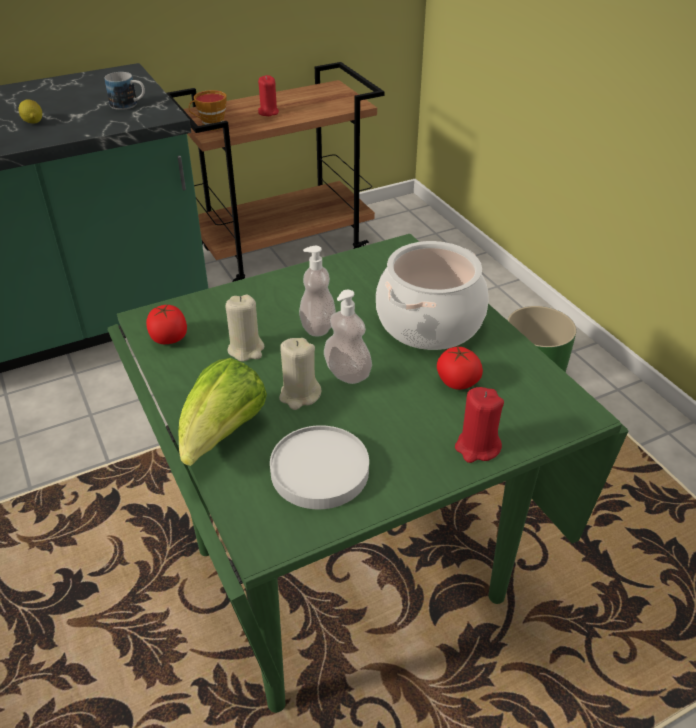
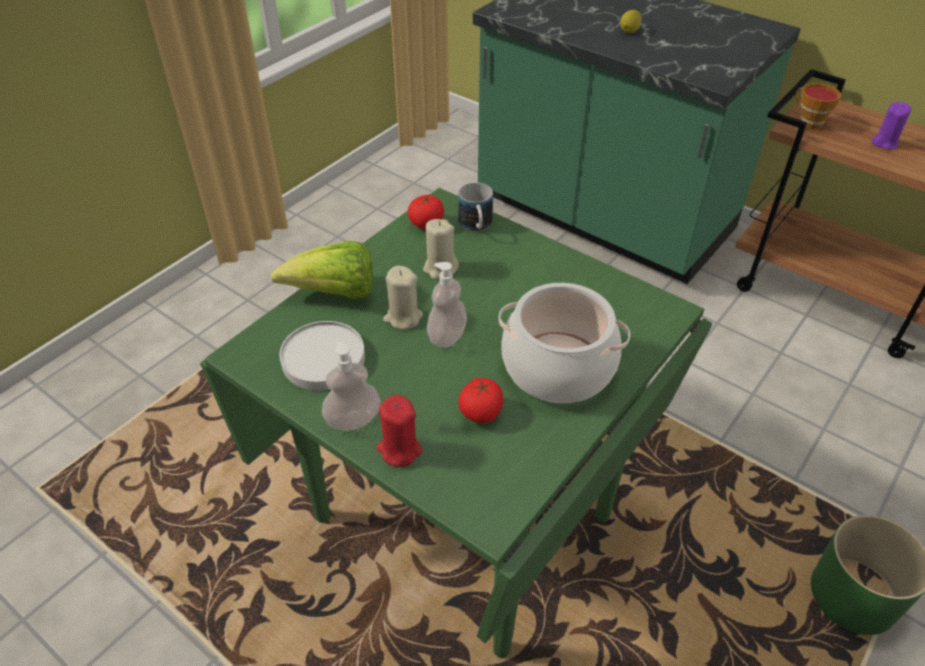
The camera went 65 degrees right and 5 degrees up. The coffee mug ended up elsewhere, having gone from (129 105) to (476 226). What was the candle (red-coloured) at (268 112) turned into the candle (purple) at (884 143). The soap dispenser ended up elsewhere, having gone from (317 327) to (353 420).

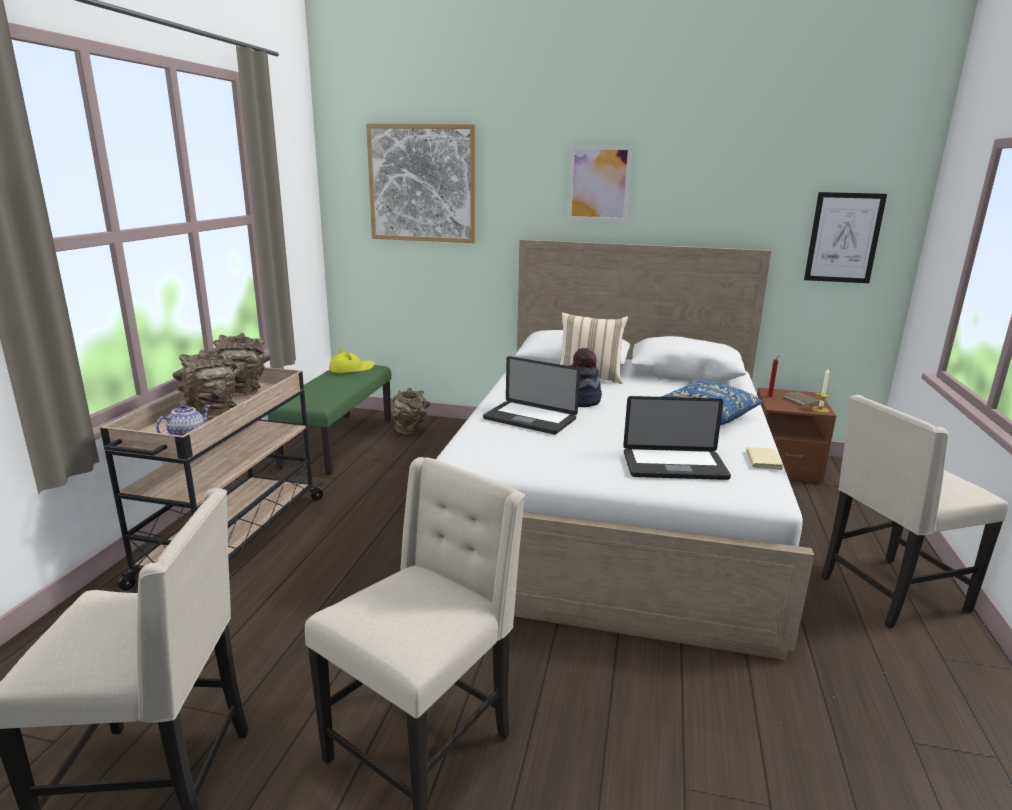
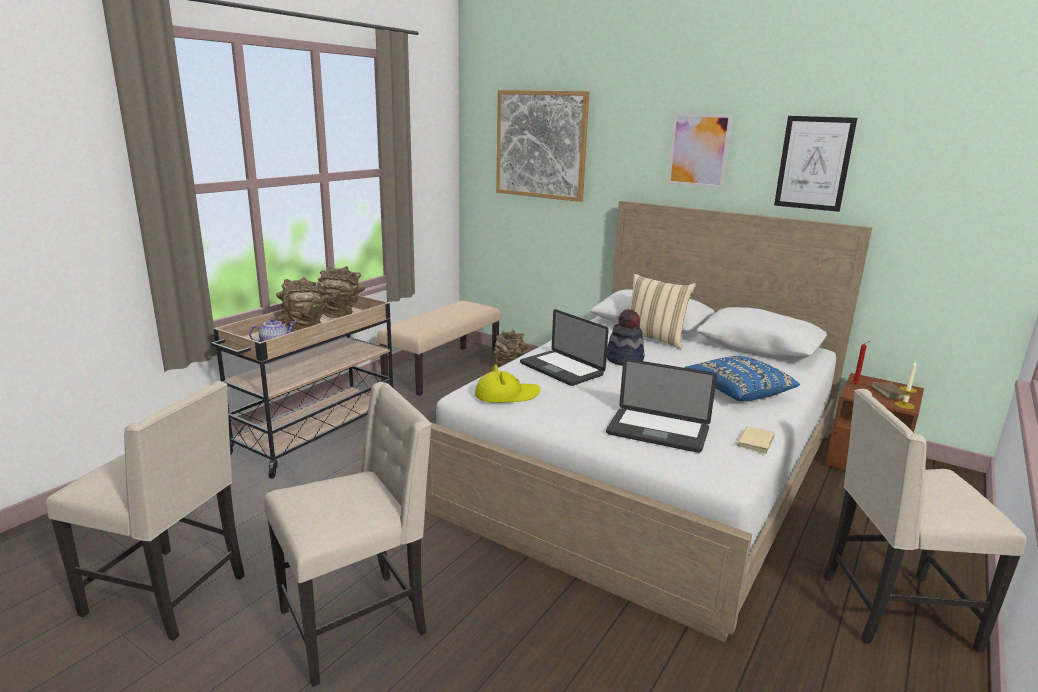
The camera went 20 degrees right and 0 degrees up. What was the long seat (green-coloured) at (338 442) turned into the long seat (sand-coloured) at (442 369). The wearable hat (yellowish) ended up elsewhere, having gone from (351 369) to (506 395). The wall picture ended up elsewhere, having gone from (843 238) to (814 163).

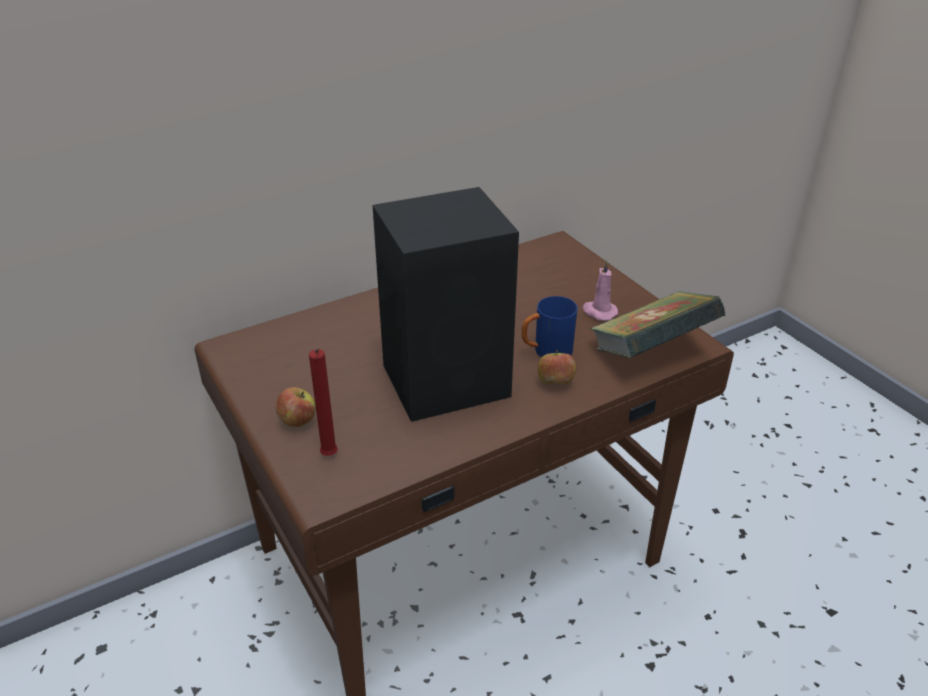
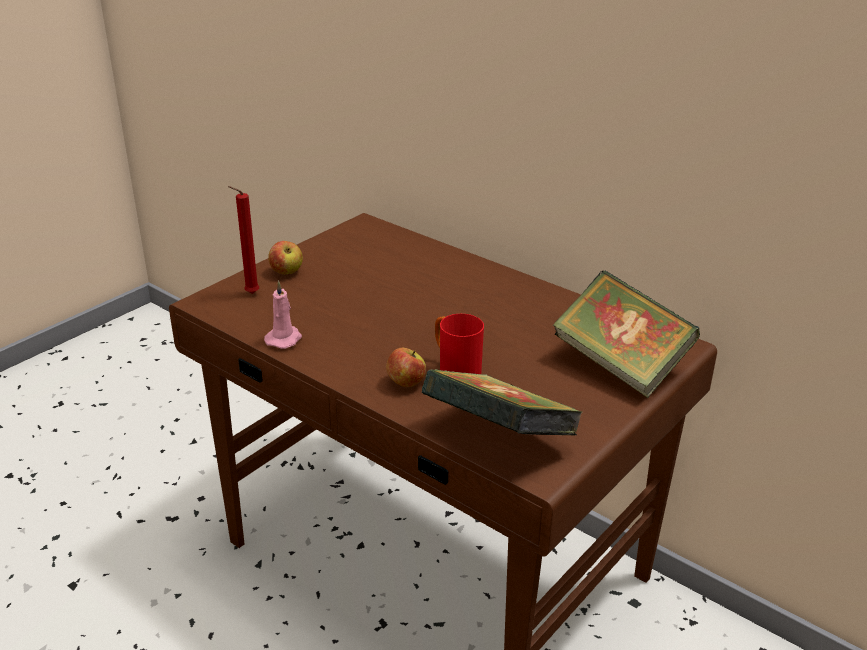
The camera went 70 degrees right and 5 degrees down. The second view lost the loudspeaker (blackish) at (449 380). What was the coffee mug (bluish) at (546 352) turned into the coffee mug (red-coloured) at (454 370). The candle (pinkish) ended up elsewhere, having gone from (599 312) to (284 339). The second view gained the volume at (620 365).

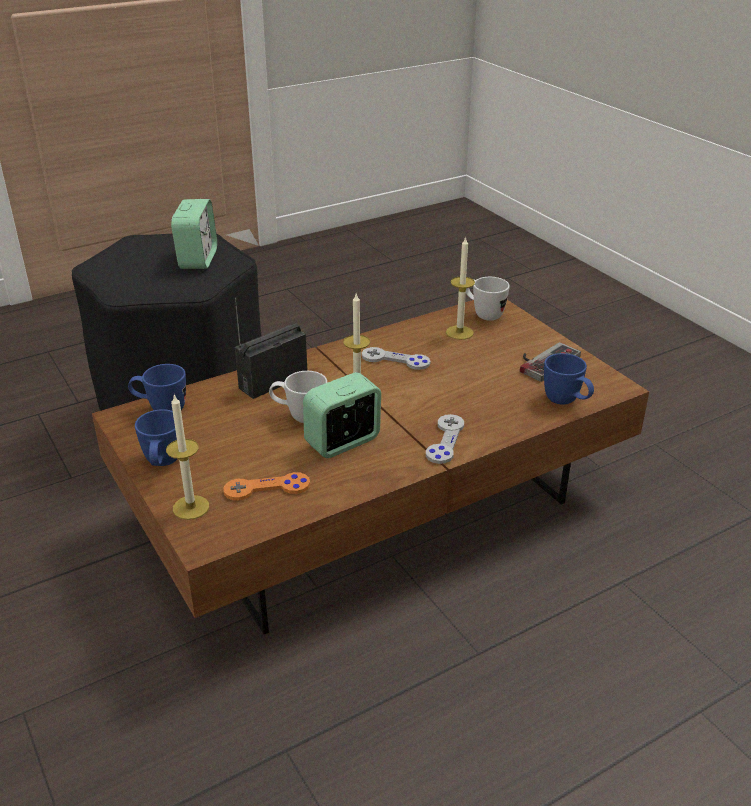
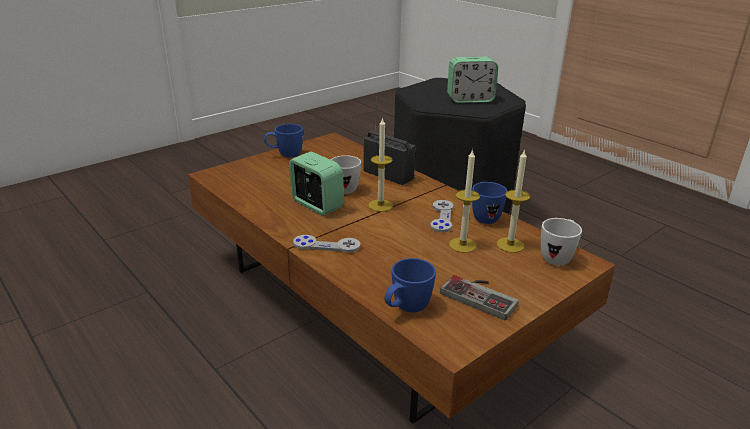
The camera went 80 degrees right and 5 degrees down. The coffee mug (bluish) ended up elsewhere, having gone from (161 410) to (484 216). The candle ended up elsewhere, having gone from (191 507) to (462 245). The second view lost the gamepad (orange-coloured) at (267 488).

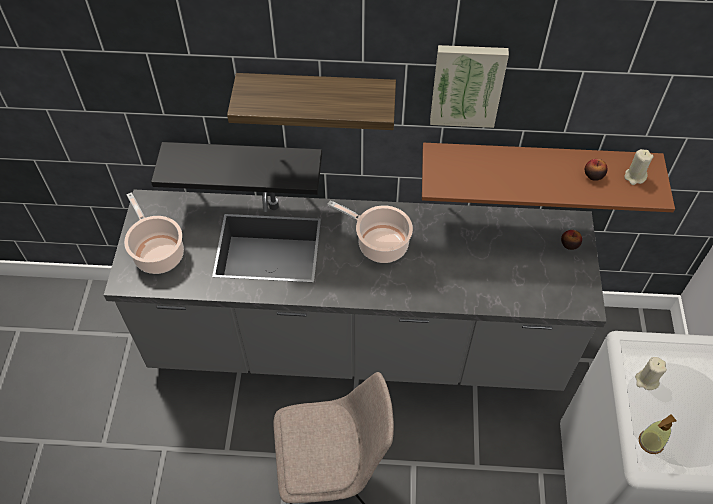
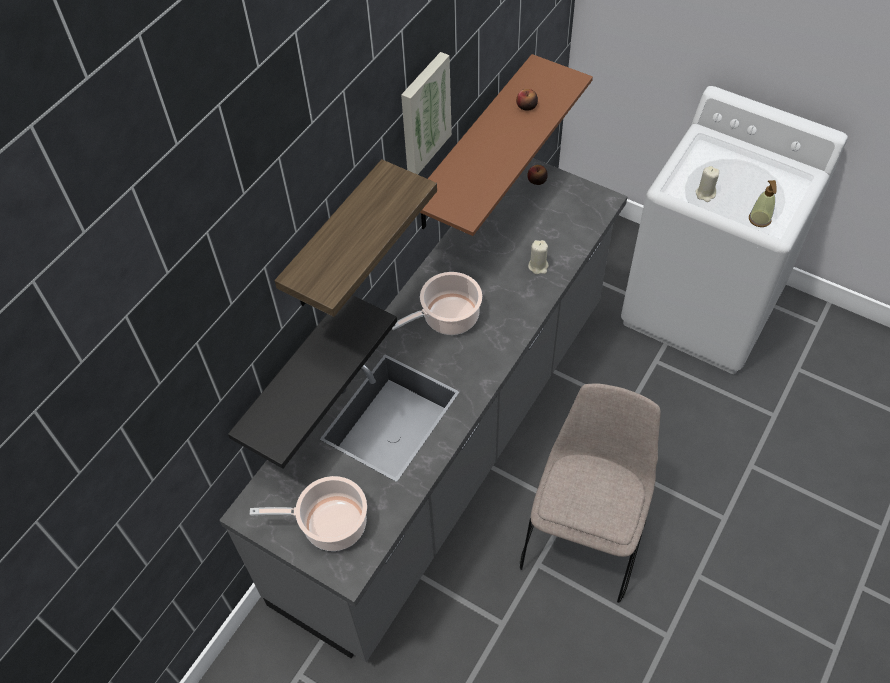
The camera went 60 degrees left and 0 degrees up. The candle (sand-coloured) ended up elsewhere, having gone from (634 177) to (538 266).

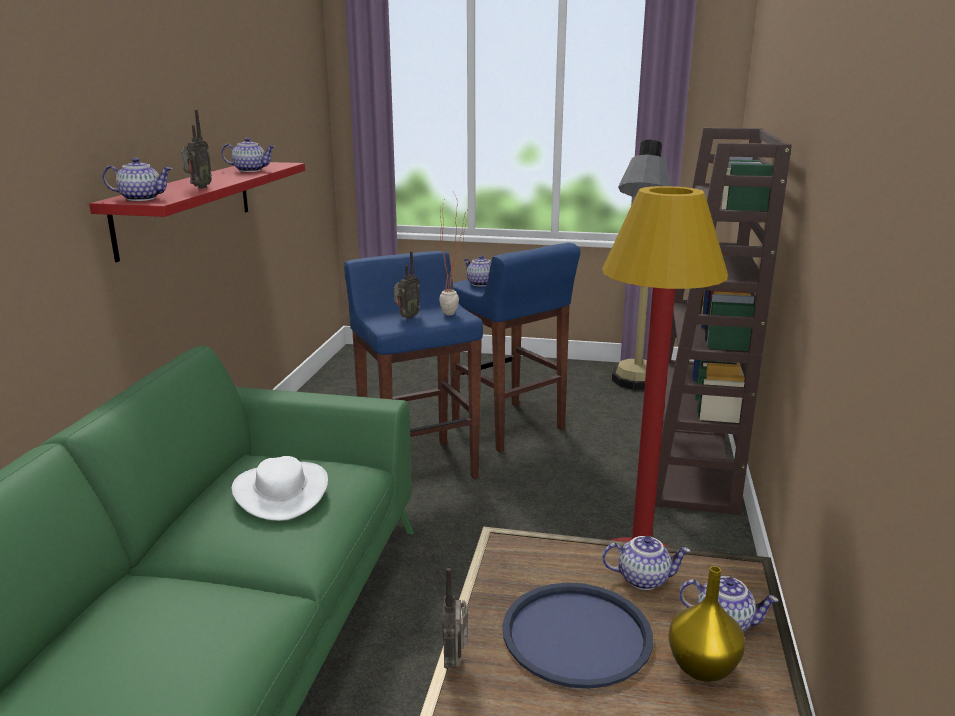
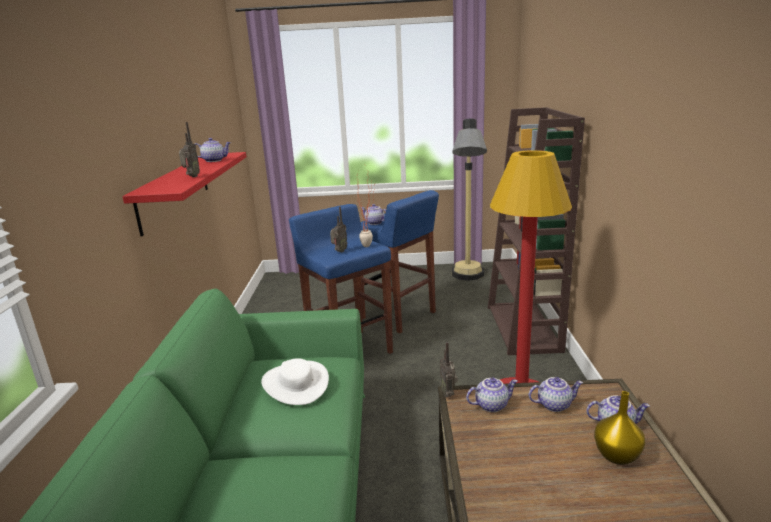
The camera went 10 degrees left and 0 degrees up. The pot for tea ended up elsewhere, having gone from (142 198) to (491 405). The radio set ended up elsewhere, having gone from (456 660) to (448 393). The second view lost the carrying tray (bluish) at (577 635).

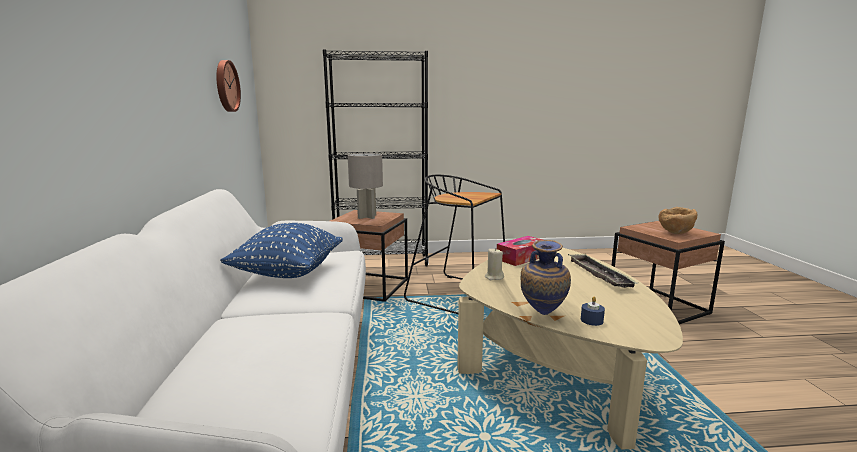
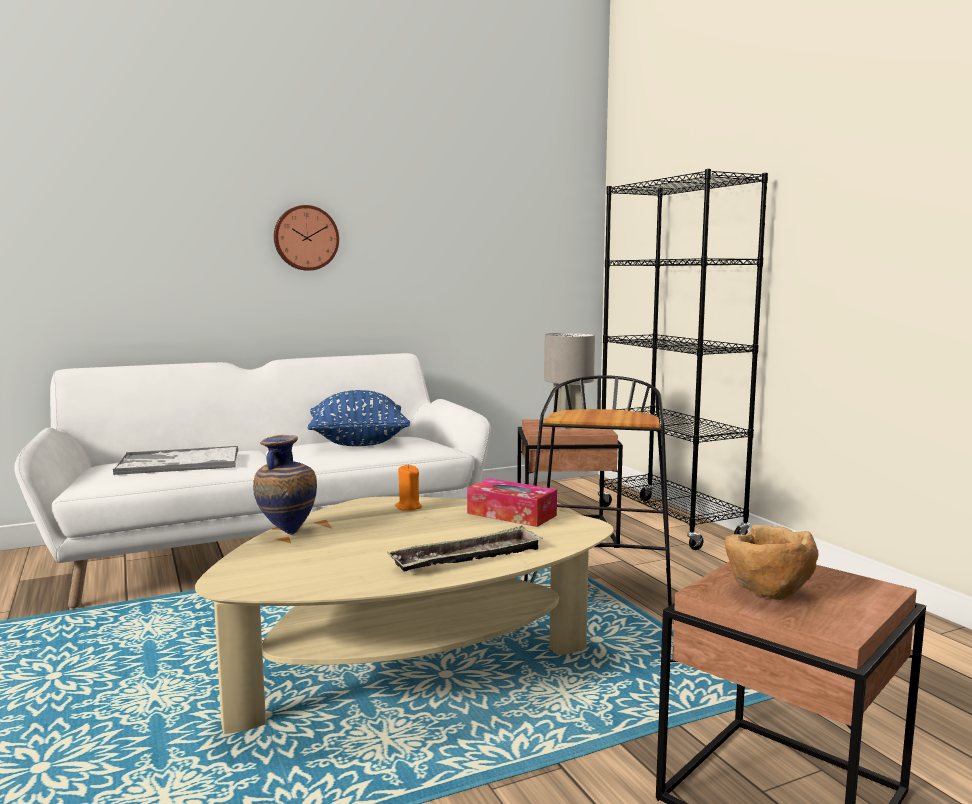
The camera went 70 degrees right and 5 degrees down. The clock on the wall ended up elsewhere, having gone from (226 86) to (306 238). What was the candle (sand-coloured) at (494 277) turned into the candle (orange-coloured) at (408 507). The second view lost the candle (bluish) at (591 320). The second view gained the carrying tray at (178 462).

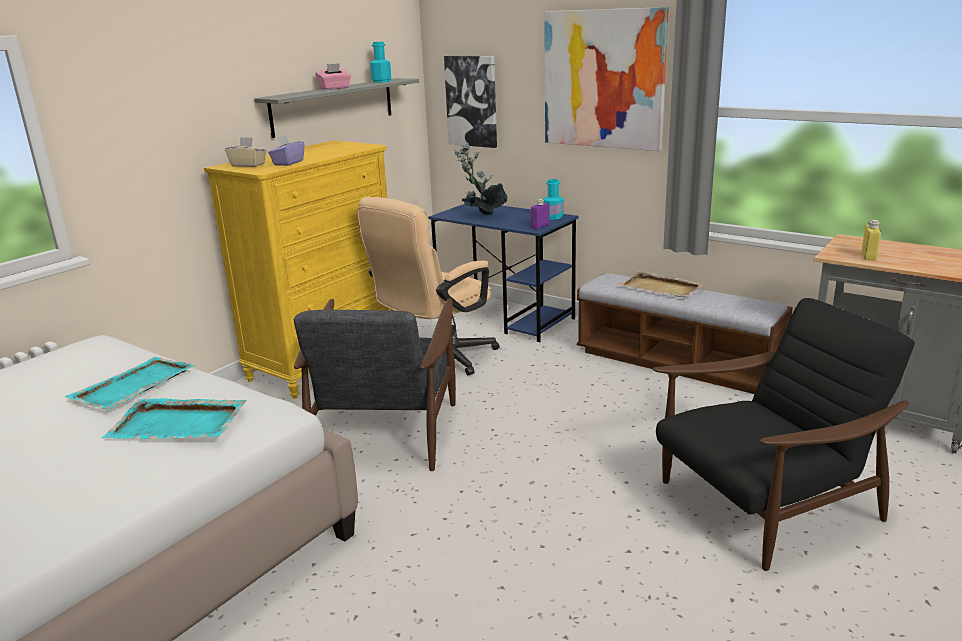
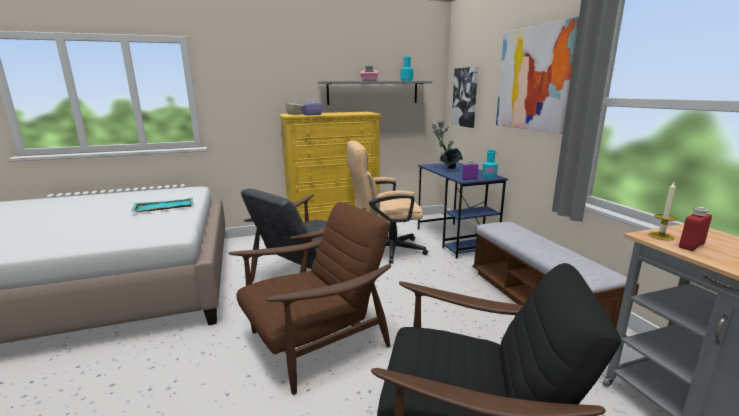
The camera went 35 degrees right and 5 degrees down. The second view lost the carrying tray (turquoise-coloured) at (179 423). The second view lost the carrying tray (sand-coloured) at (662 288). What was the bottle (yellowish) at (868 256) turned into the bottle (red-coloured) at (691 246). The second view gained the lounge chair (brown-coloured) at (315 342). The second view gained the candle at (661 236).

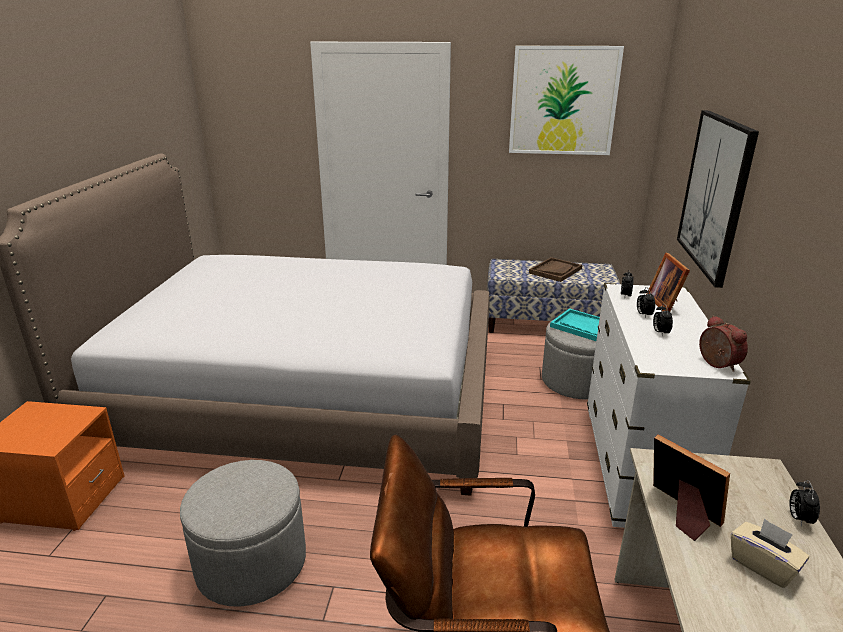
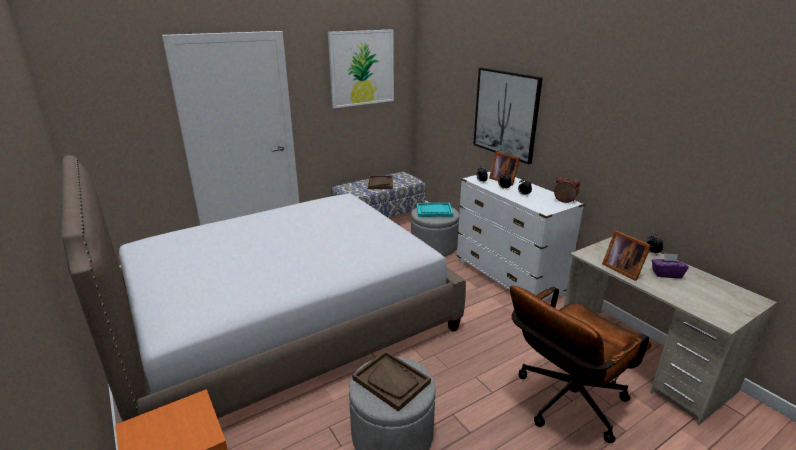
The camera went 40 degrees left and 0 degrees up. The picture frame at (681 513) ended up facing another way, 135 degrees counterclockwise from before. What was the tissue holder (sand-coloured) at (763 565) turned into the tissue holder (purple) at (666 274). The second view gained the carrying tray (brown-coloured) at (391 381).

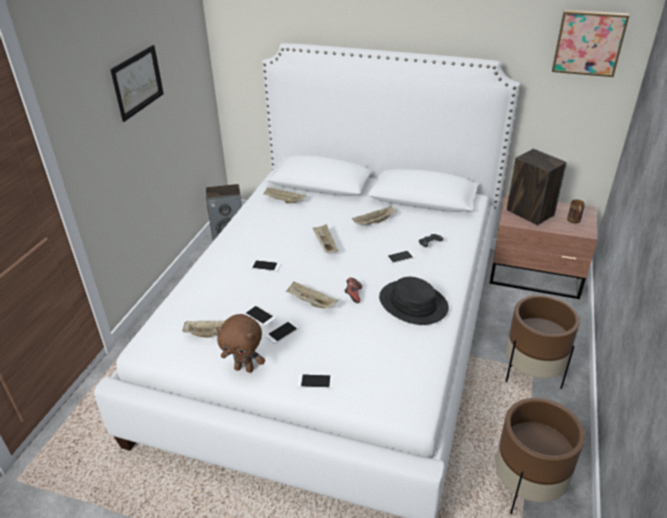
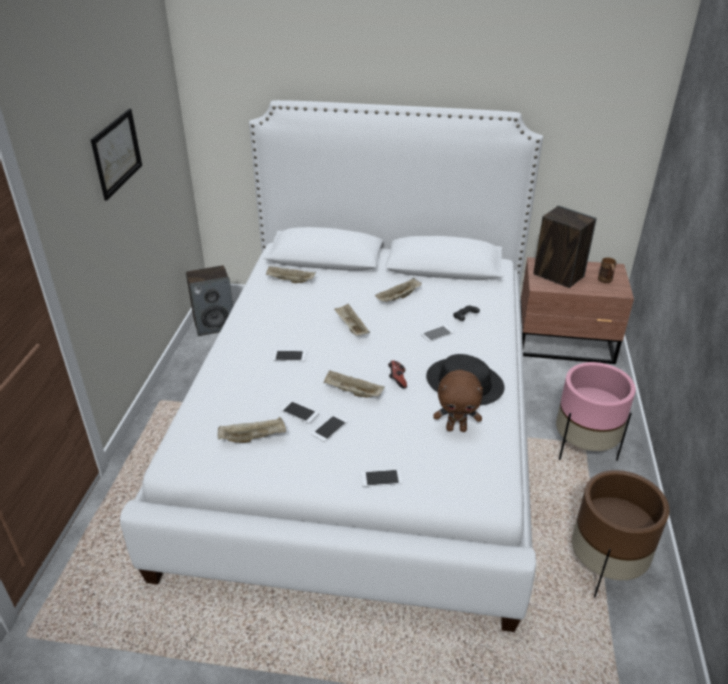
The camera went 10 degrees left and 0 degrees up. The plush toy (brown-coloured) ended up elsewhere, having gone from (245 368) to (456 428). What was the plant pot (brown-coloured) at (531 374) turned into the plant pot (pinkish) at (583 448). The second view lost the wall picture at (588 42).

